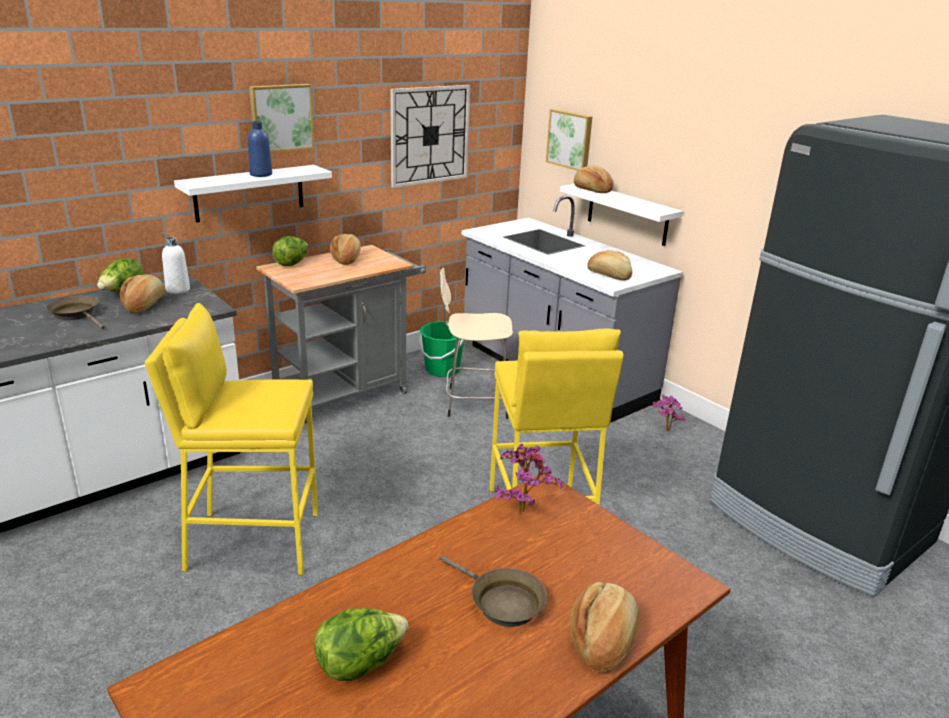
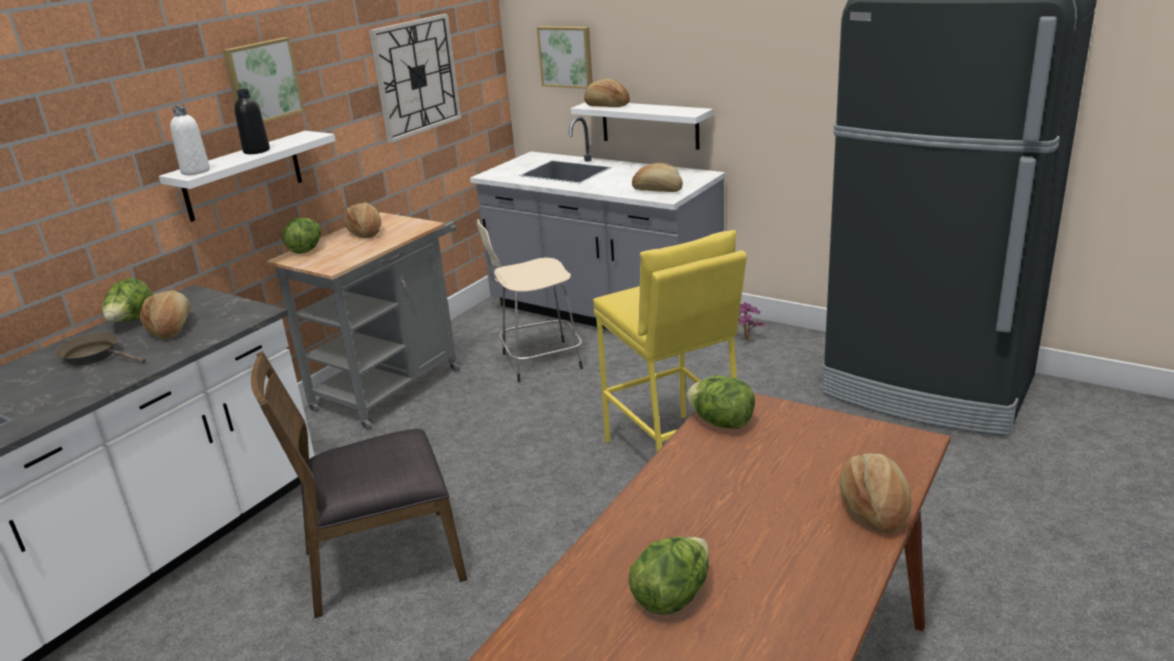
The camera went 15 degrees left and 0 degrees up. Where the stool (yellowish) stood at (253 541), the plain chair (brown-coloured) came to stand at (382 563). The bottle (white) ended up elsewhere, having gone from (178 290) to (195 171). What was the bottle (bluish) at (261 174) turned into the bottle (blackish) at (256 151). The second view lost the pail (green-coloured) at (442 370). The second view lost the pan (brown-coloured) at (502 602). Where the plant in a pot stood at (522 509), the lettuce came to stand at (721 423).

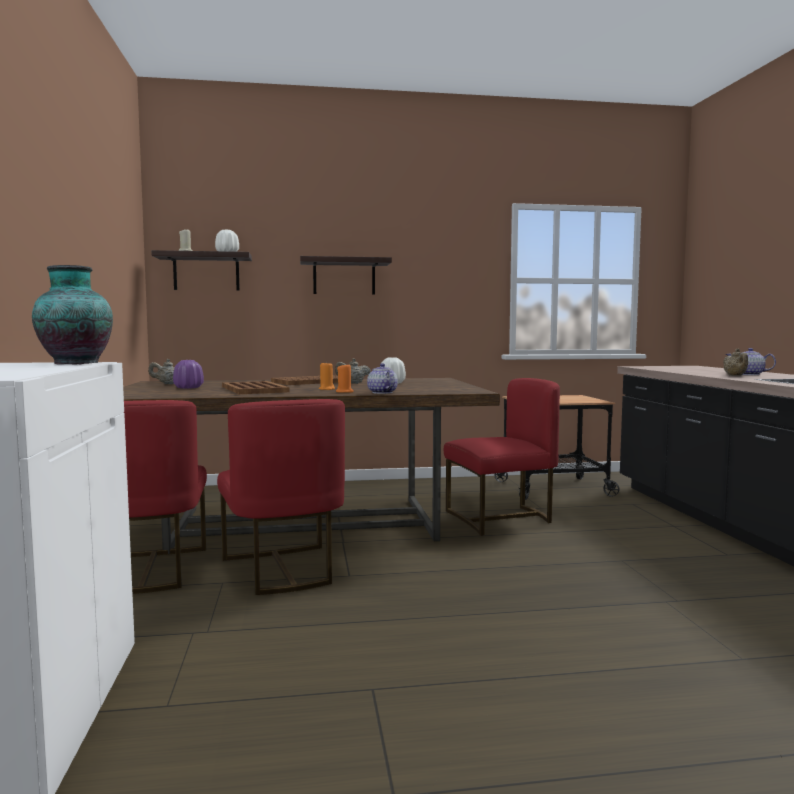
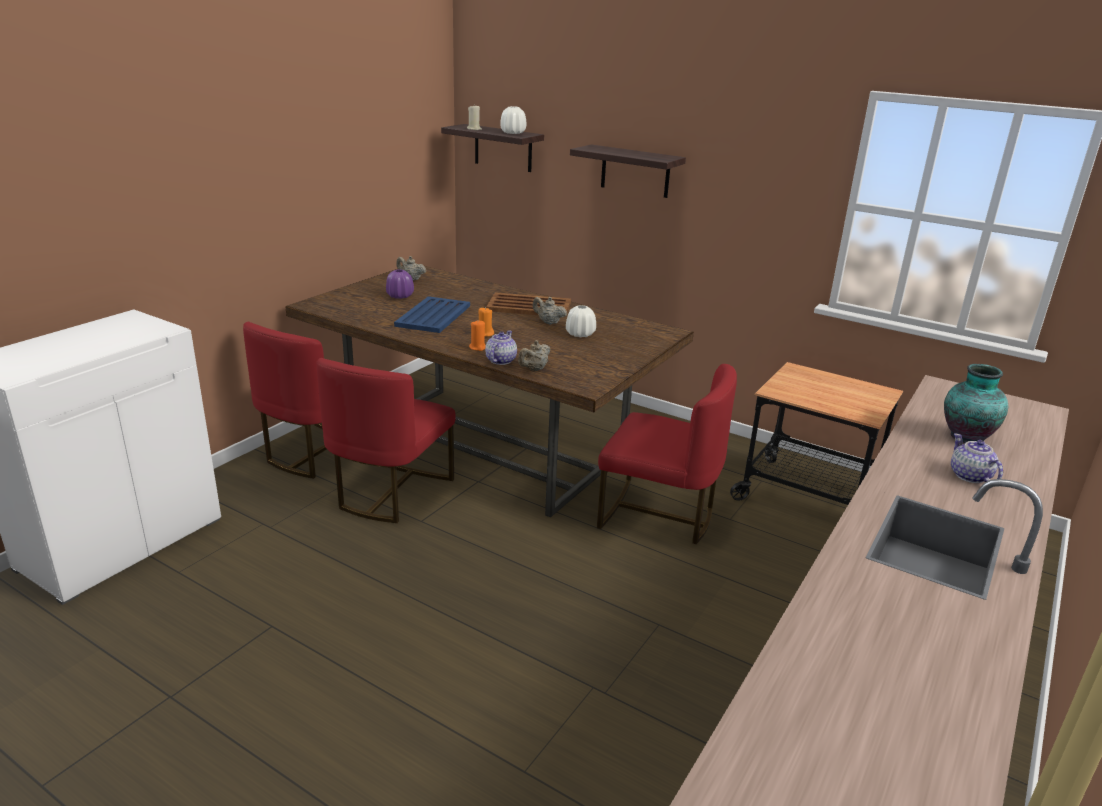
The camera went 40 degrees right and 20 degrees up. The vase ended up elsewhere, having gone from (74 363) to (965 437). What was the carrying tray (brown-coloured) at (254 389) turned into the carrying tray (bluish) at (434 315). The pot for tea (sand-coloured) ended up elsewhere, having gone from (735 376) to (534 369).

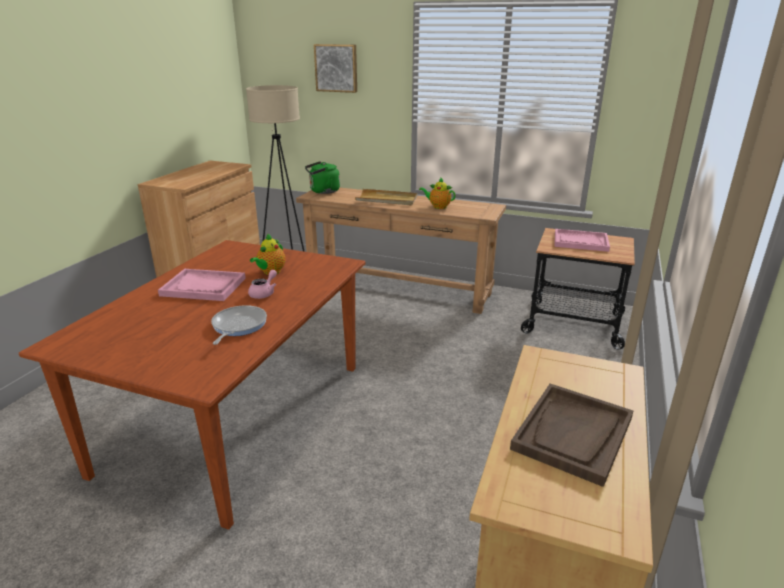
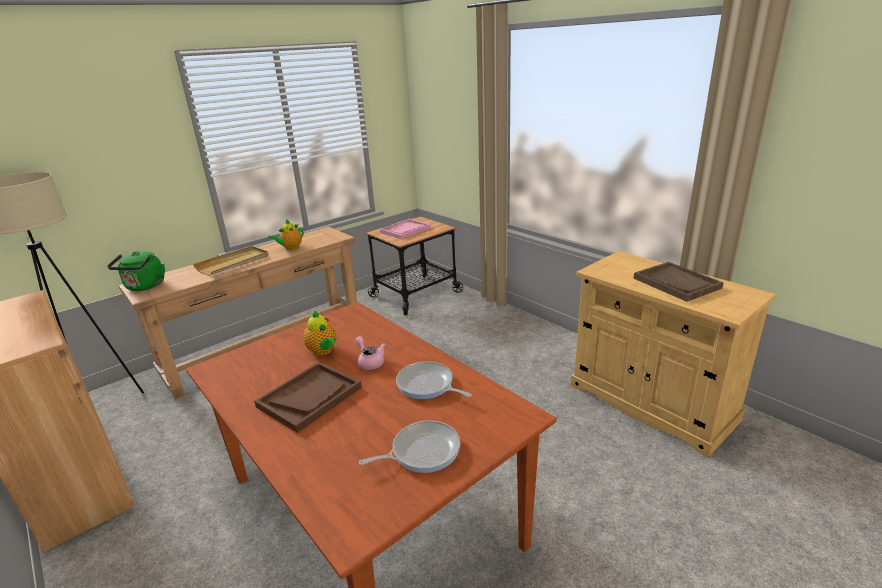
The camera went 60 degrees left and 0 degrees up. What was the carrying tray (pinkish) at (204 287) turned into the carrying tray (brown-coloured) at (310 397). The second view lost the wall picture at (336 68). The second view gained the pan at (422 451).

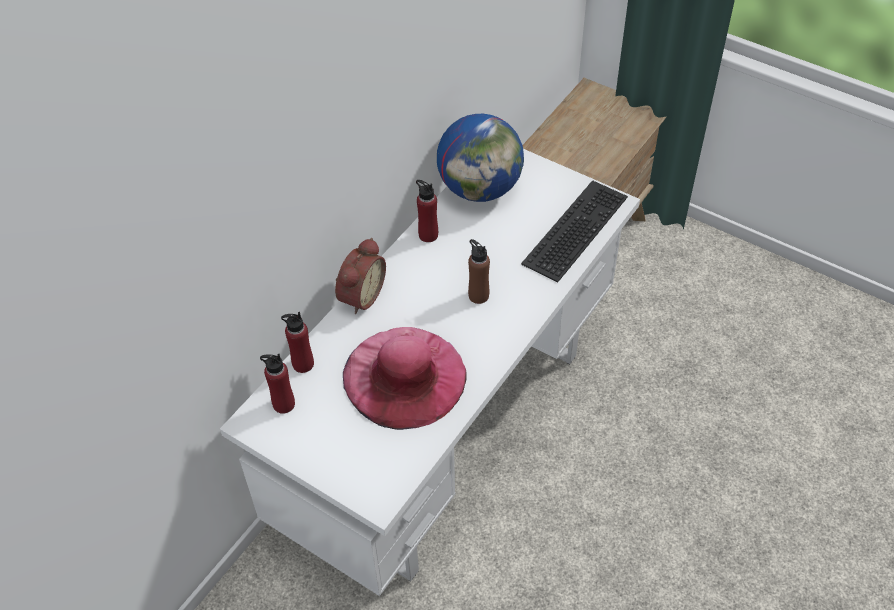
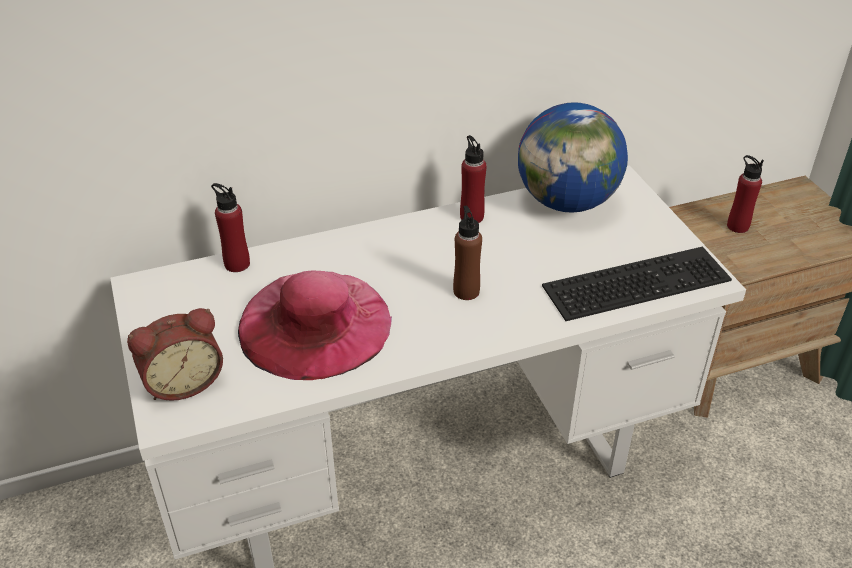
The camera went 35 degrees right and 10 degrees down. The bottle (red-coloured) ended up elsewhere, having gone from (283 404) to (737 226). The bedside clock ended up elsewhere, having gone from (359 296) to (183 381).

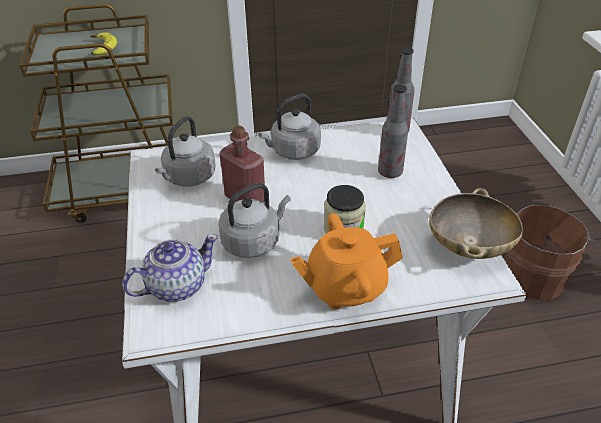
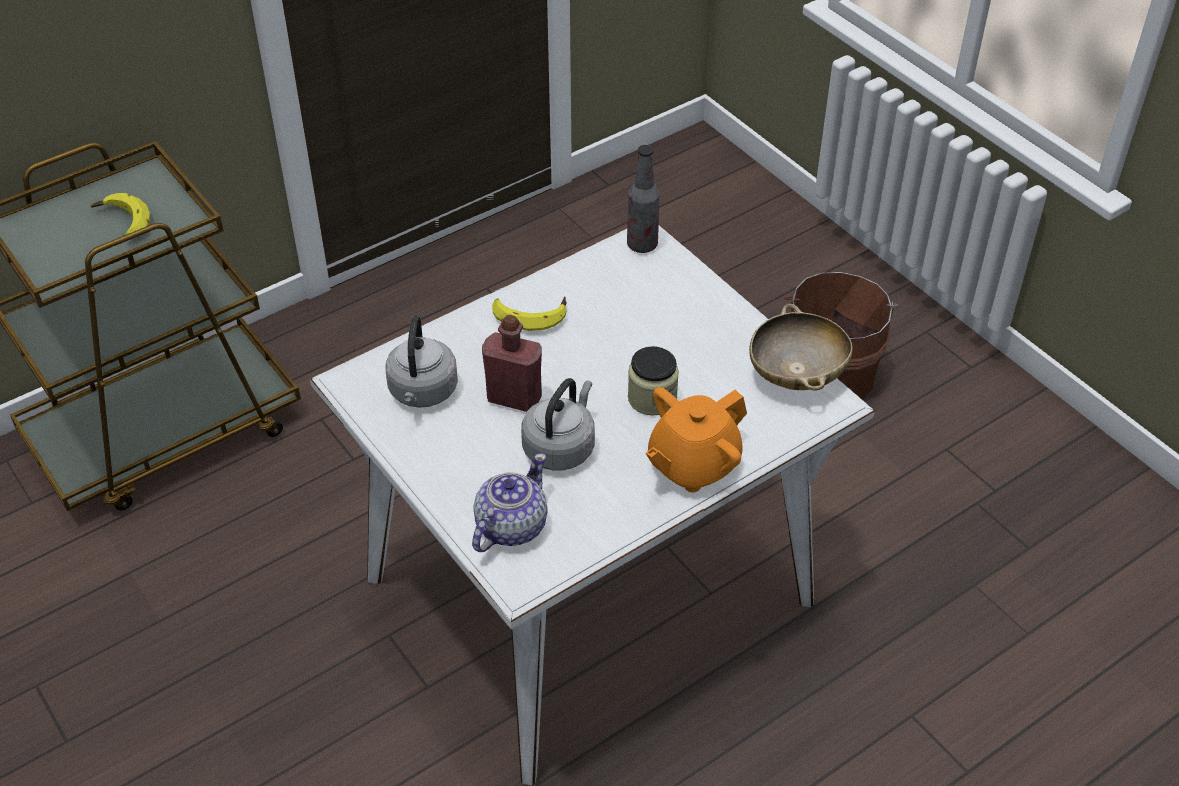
The camera went 25 degrees left and 5 degrees up. Where the kettle (greyish) stood at (293 151), the whole banana came to stand at (530 314). The second view lost the bottle at (390 172).

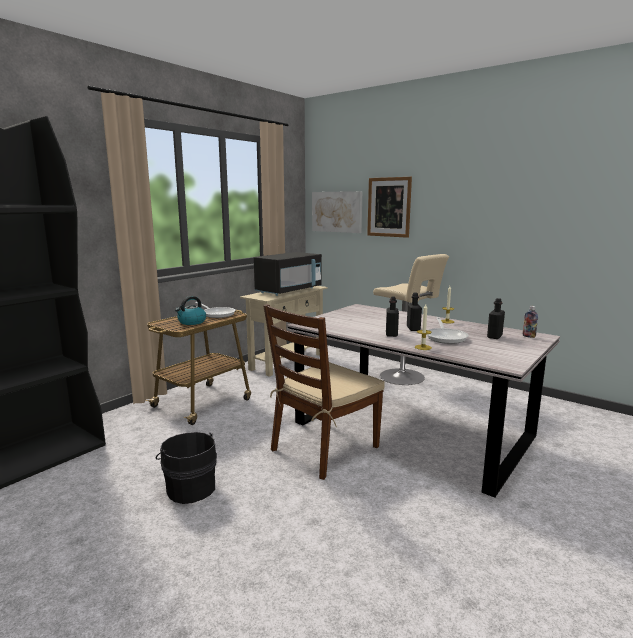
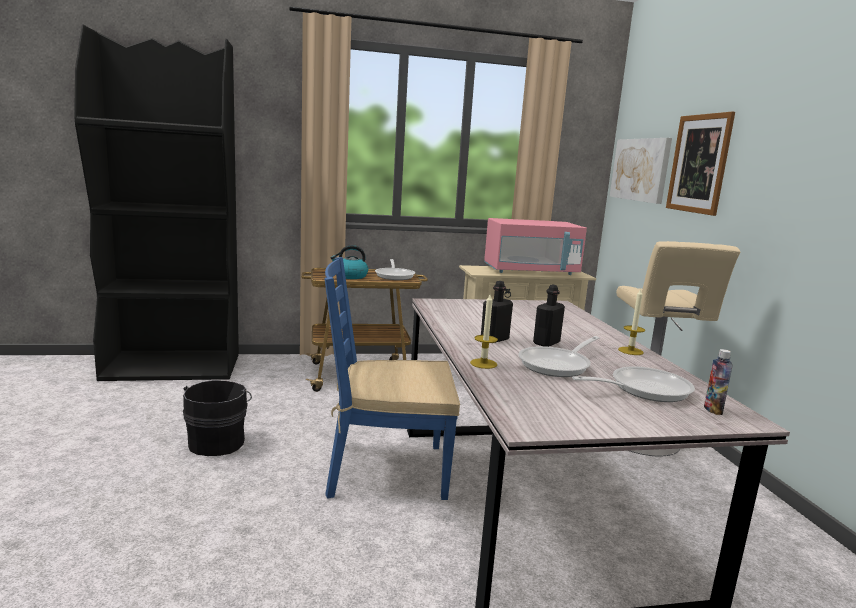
The camera went 40 degrees right and 0 degrees up. What was the microwave (blackish) at (289 291) turned into the microwave (pinkish) at (531 271). What was the plain chair (brown-coloured) at (324 448) turned into the plain chair (bluish) at (385 470). Where the bottle (blackish) stood at (494 336), the pan came to stand at (643 389).

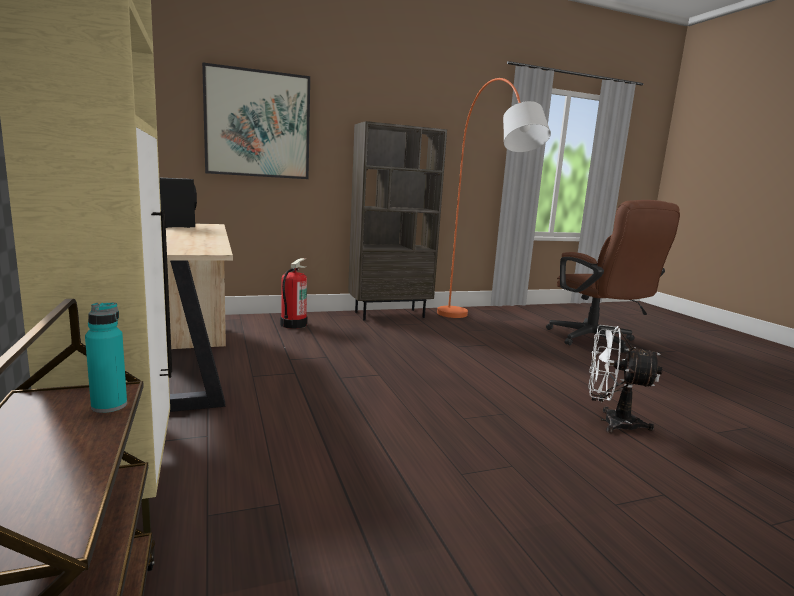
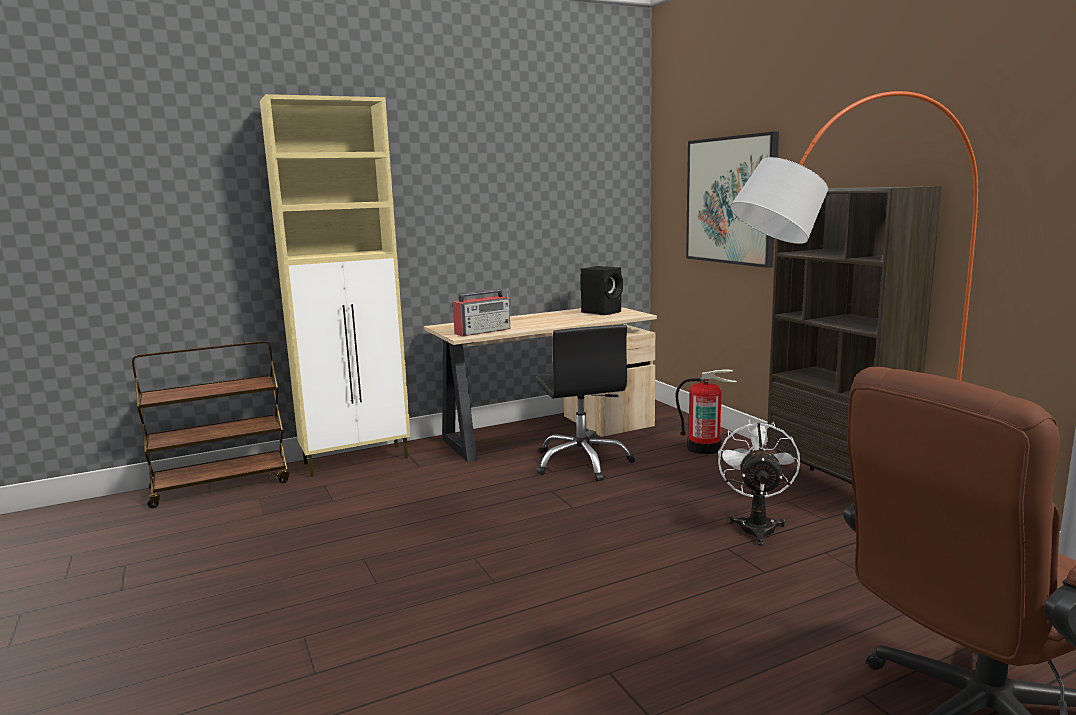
The camera went 85 degrees right and 0 degrees up. The second view lost the bottle (turquoise-coloured) at (109 406). The cooling fan (white) ended up elsewhere, having gone from (610 422) to (756 525). The second view gained the radio set at (483 331). The second view gained the computer chair (blackish) at (582 462).

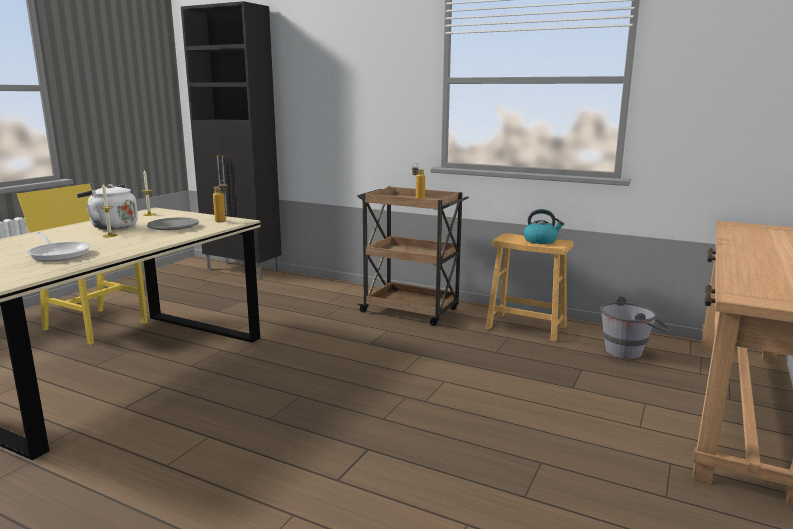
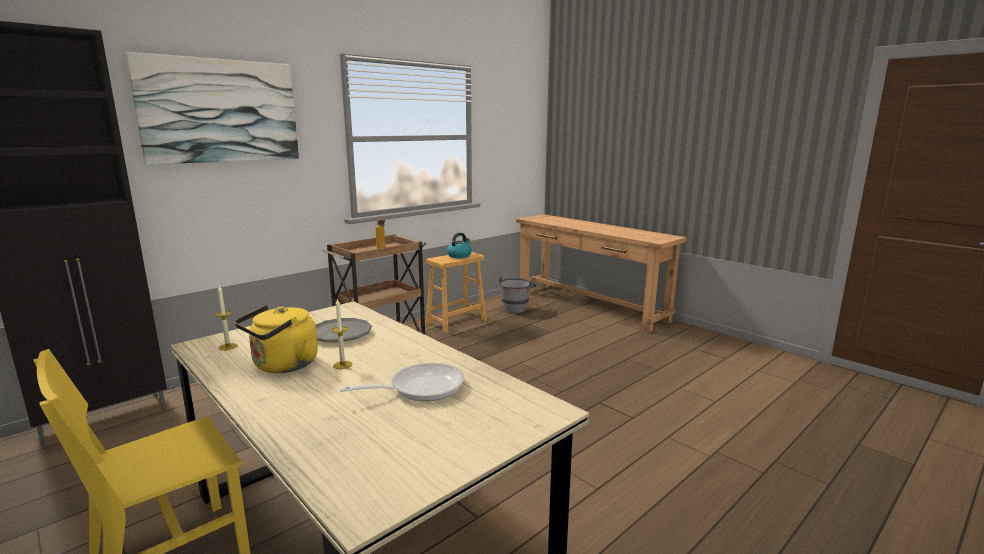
The camera went 70 degrees left and 0 degrees up. What was the kettle (white) at (112 226) turned into the kettle (yellowish) at (282 366). The second view lost the bottle at (222 222). The second view gained the wall picture at (220 111).

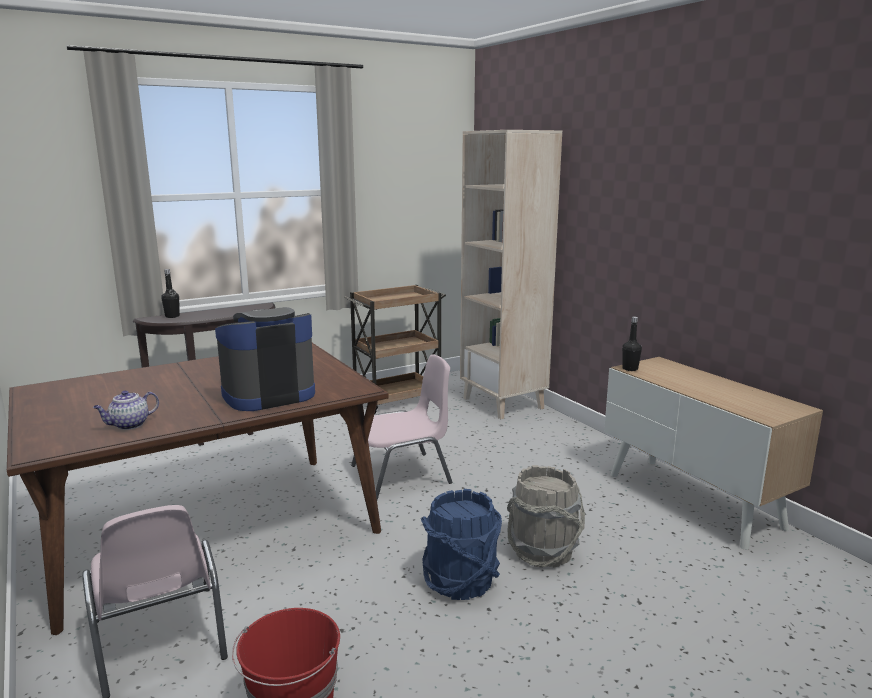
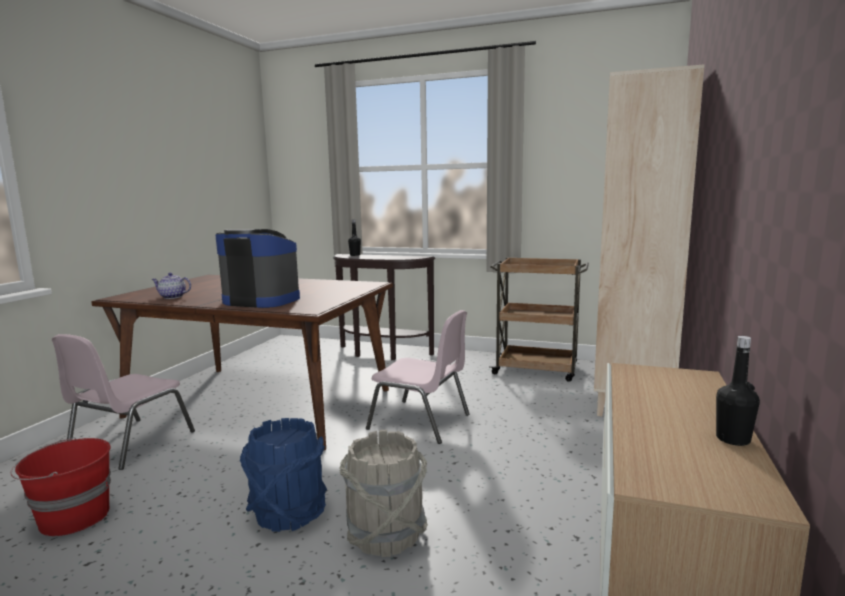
The camera went 50 degrees right and 5 degrees down. The bottle (blackish) ended up elsewhere, having gone from (630 369) to (733 439).

